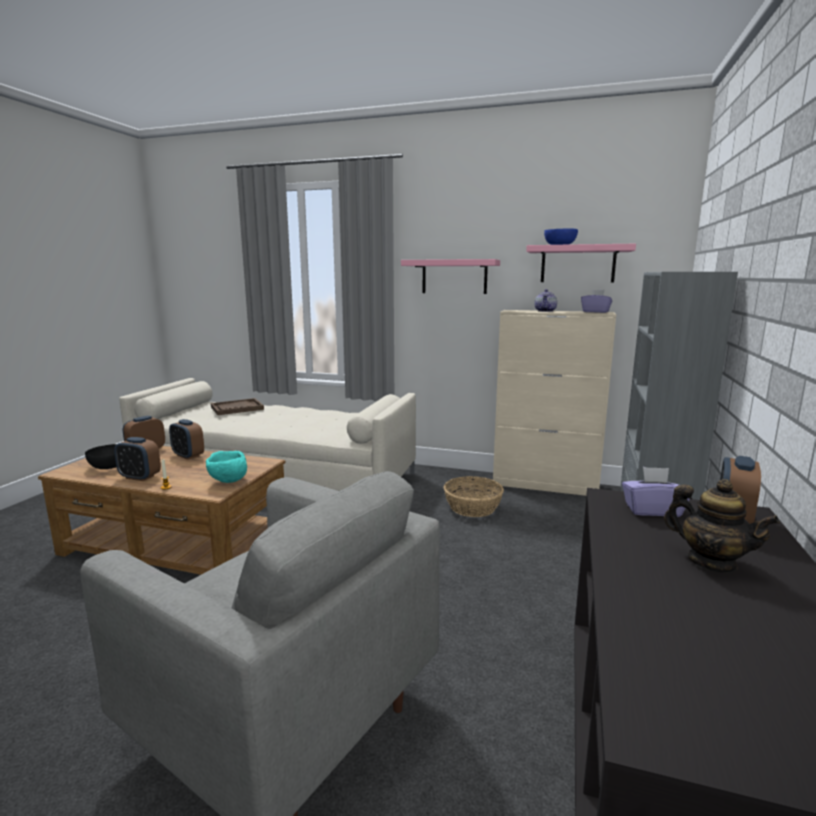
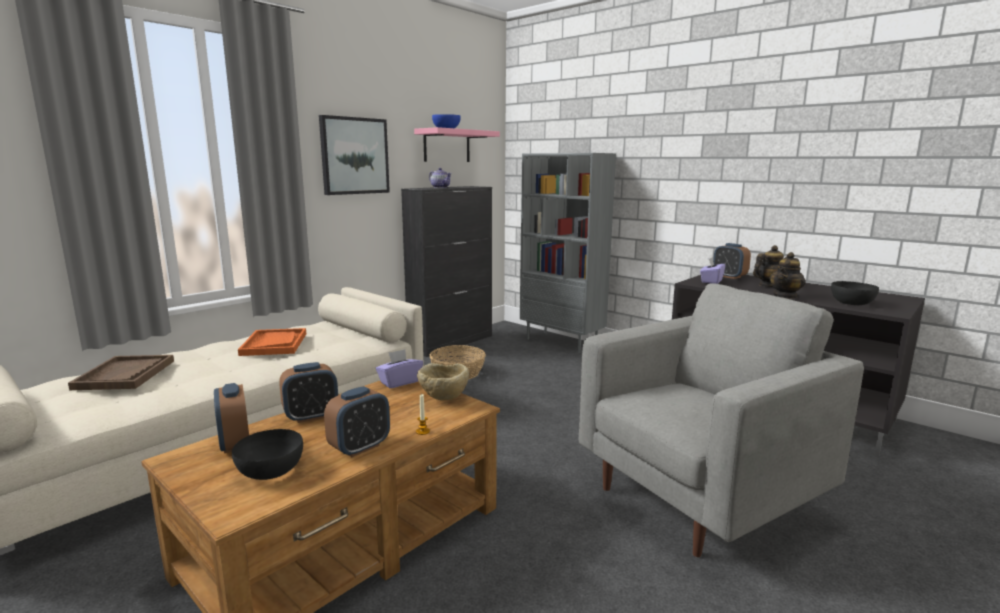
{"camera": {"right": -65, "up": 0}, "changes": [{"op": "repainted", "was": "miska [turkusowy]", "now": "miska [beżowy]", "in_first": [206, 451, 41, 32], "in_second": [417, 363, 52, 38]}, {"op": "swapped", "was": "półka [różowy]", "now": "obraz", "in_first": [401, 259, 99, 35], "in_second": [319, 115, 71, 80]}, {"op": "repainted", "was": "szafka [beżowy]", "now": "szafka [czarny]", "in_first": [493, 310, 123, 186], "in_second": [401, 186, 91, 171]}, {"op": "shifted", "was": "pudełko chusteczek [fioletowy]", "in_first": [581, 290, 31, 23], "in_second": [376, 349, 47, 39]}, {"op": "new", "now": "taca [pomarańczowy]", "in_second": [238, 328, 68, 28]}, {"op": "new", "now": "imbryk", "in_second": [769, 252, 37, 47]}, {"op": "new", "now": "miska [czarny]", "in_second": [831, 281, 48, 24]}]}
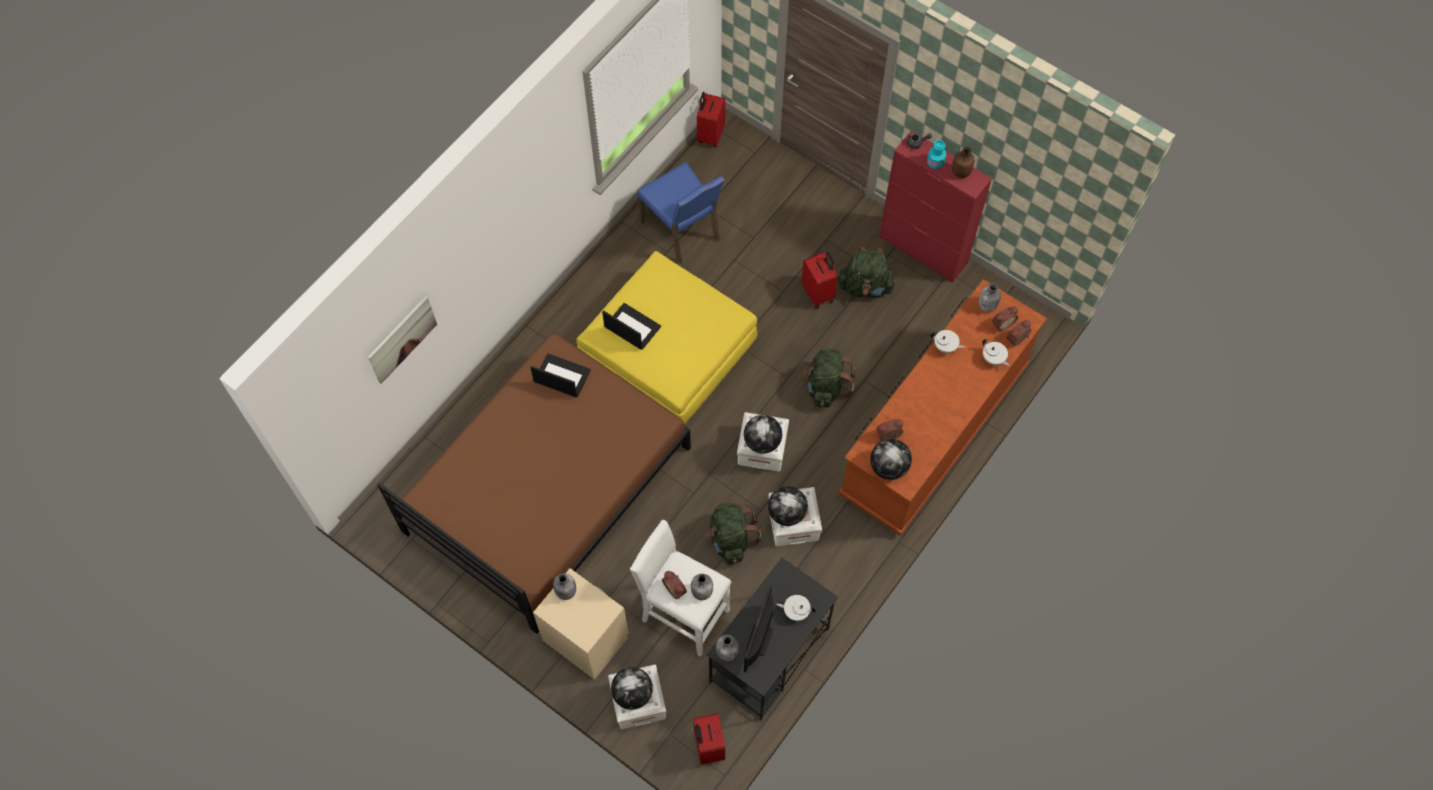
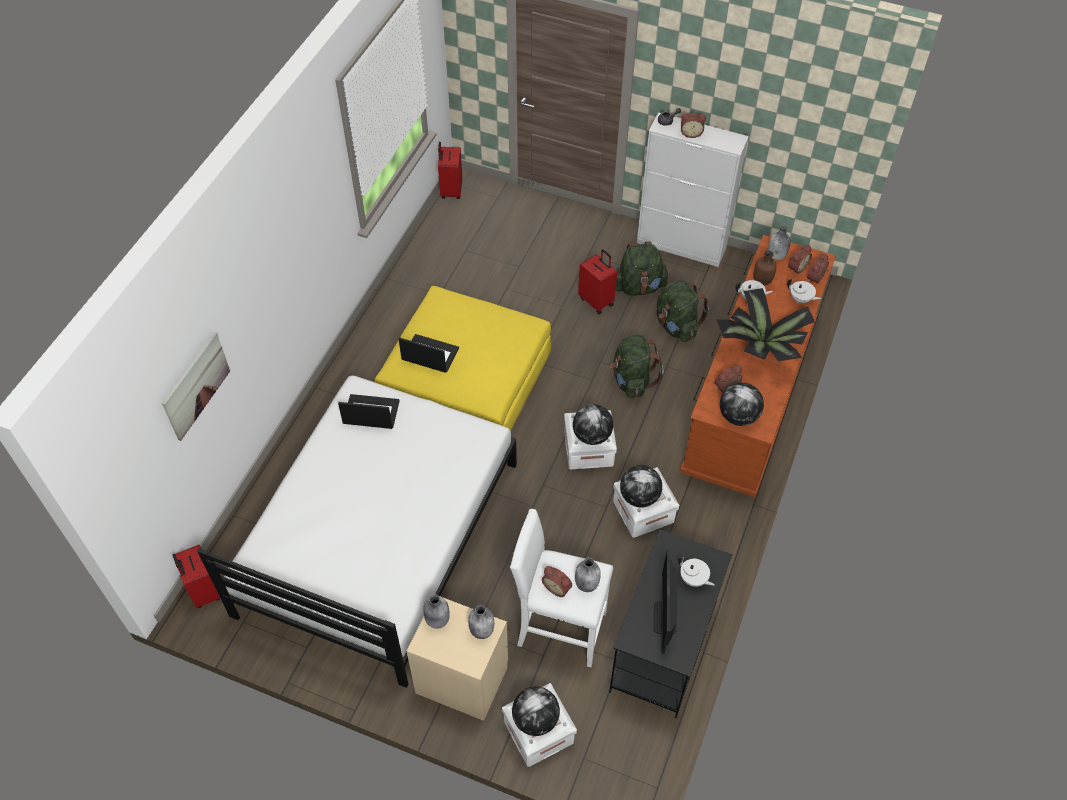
{"camera": {"right": -15, "up": -10}, "changes": [{"op": "repainted", "was": "łóżko [brązowy]", "now": "łóżko [biały]", "in_first": [377, 333, 314, 301], "in_second": [197, 375, 320, 313]}, {"op": "gone", "was": "krzesło [niebieski]", "in_first": [637, 162, 88, 102]}, {"op": "shifted", "was": "walizka [czerwony]", "in_first": [693, 713, 32, 51], "in_second": [173, 545, 48, 63]}, {"op": "shifted", "was": "plecak [zielony]", "in_first": [706, 503, 56, 62], "in_second": [657, 280, 52, 62]}, {"op": "shifted", "was": "butelka [szary]", "in_first": [716, 635, 23, 27], "in_second": [468, 605, 26, 34]}, {"op": "rotated", "was": "imbryk [biały]", "in_first": [776, 595, 40, 26], "in_second": [678, 557, 37, 30], "clockwise": -135}, {"op": "repainted", "was": "szafka [czerwony]", "now": "szafka [biały]", "in_first": [879, 130, 113, 153], "in_second": [637, 112, 112, 155]}, {"op": "swapped", "was": "butelka [turkusowy]", "now": "budzik", "in_first": [927, 140, 19, 29], "in_second": [681, 113, 25, 25]}, {"op": "shifted", "was": "butelka [brązowy]", "in_first": [952, 147, 22, 31], "in_second": [753, 251, 24, 34]}, {"op": "new", "now": "roślina doniczkowa", "in_second": [717, 288, 98, 74]}]}
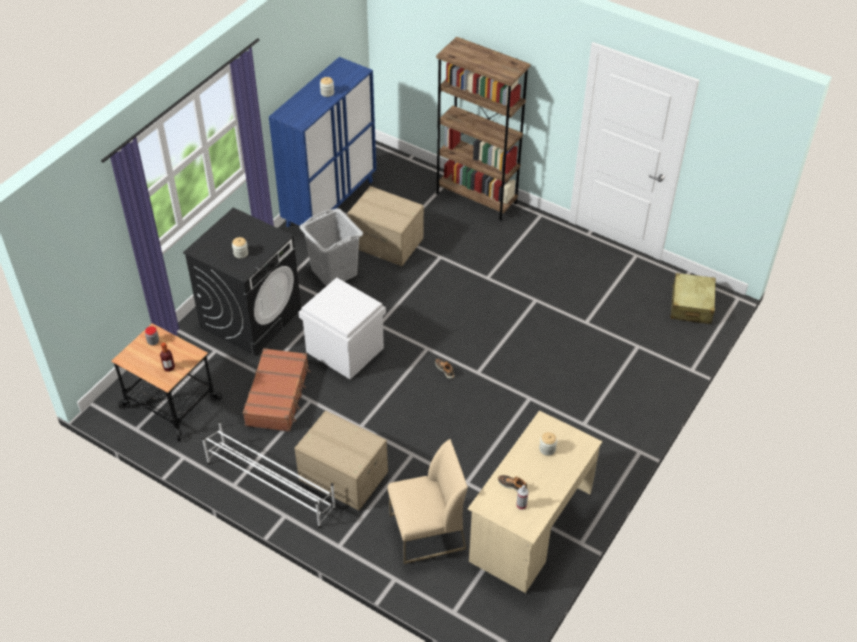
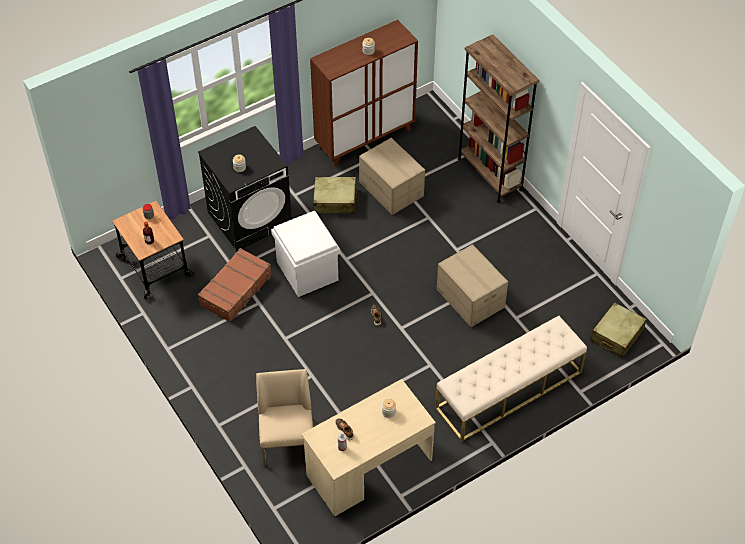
{"camera": {"right": 25, "up": 5}, "changes": [{"op": "gone", "was": "regał na buty [biały]", "in_first": [202, 421, 134, 107]}, {"op": "repainted", "was": "szafka [niebieski]", "now": "szafka [brązowy]", "in_first": [269, 57, 107, 170], "in_second": [310, 20, 108, 147]}, {"op": "shifted", "was": "karton", "in_first": [295, 411, 93, 99], "in_second": [437, 244, 71, 83]}, {"op": "swapped", "was": "kosz na pranie [szary]", "now": "walizka [beżowy]", "in_first": [299, 208, 64, 78], "in_second": [313, 177, 46, 37]}, {"op": "rotated", "was": "krzesło [beżowy]", "in_first": [388, 439, 80, 125], "in_second": [256, 369, 57, 97], "clockwise": -105}, {"op": "new", "now": "ławka [beżowy]", "in_second": [435, 316, 152, 126]}]}
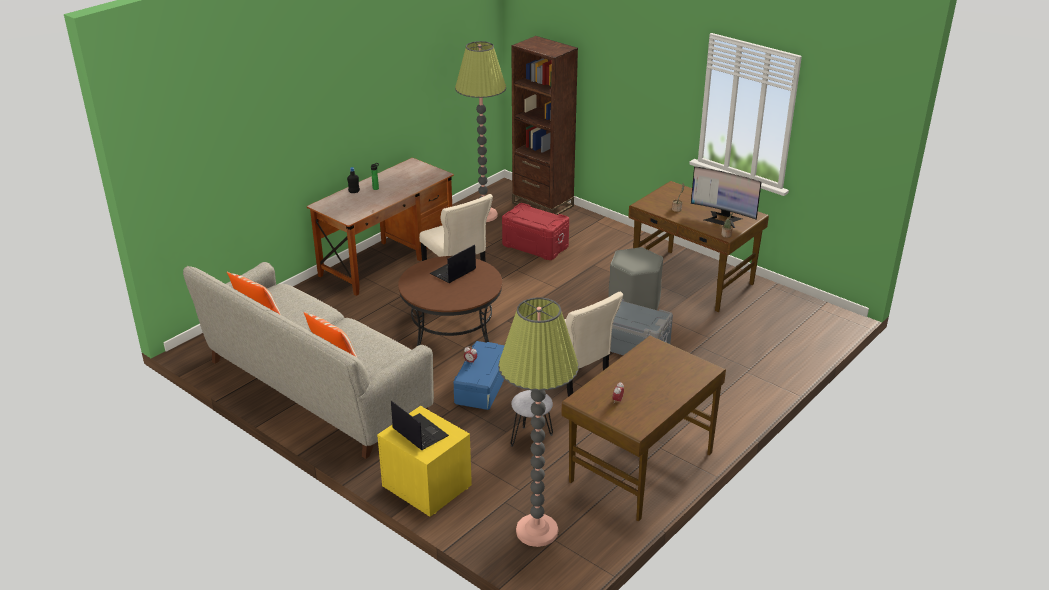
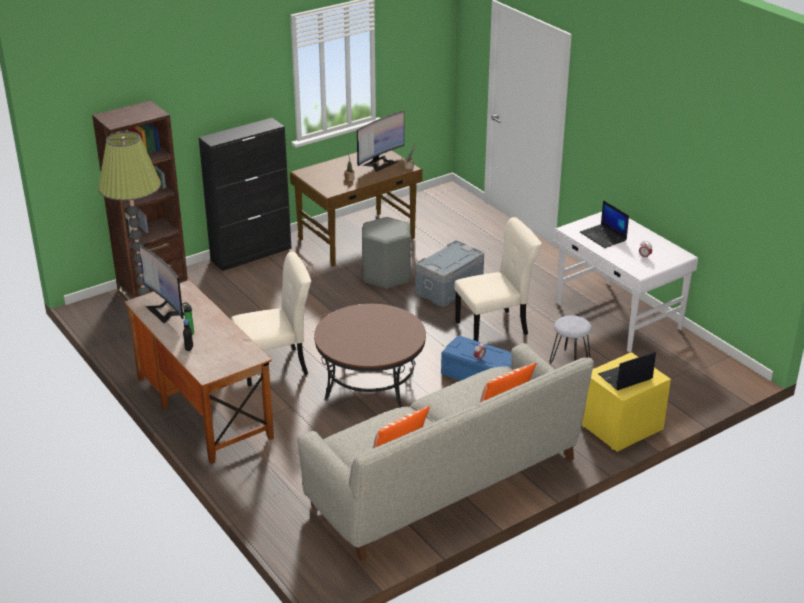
{"camera": {"right": -75, "up": 0}, "changes": [{"op": "shifted", "was": "laptop", "in_first": [429, 245, 47, 38], "in_second": [580, 200, 49, 48]}, {"op": "gone", "was": "lampa stojąca", "in_first": [498, 297, 81, 250]}, {"op": "gone", "was": "pojemnik do przechowywania [czerwony]", "in_first": [502, 203, 67, 57]}, {"op": "repainted", "was": "biurko [brązowy]", "now": "biurko [biały]", "in_first": [561, 336, 165, 186], "in_second": [554, 212, 144, 141]}, {"op": "new", "now": "monitor", "in_second": [139, 245, 45, 78]}, {"op": "new", "now": "szafka [czarny]", "in_second": [199, 118, 93, 153]}]}
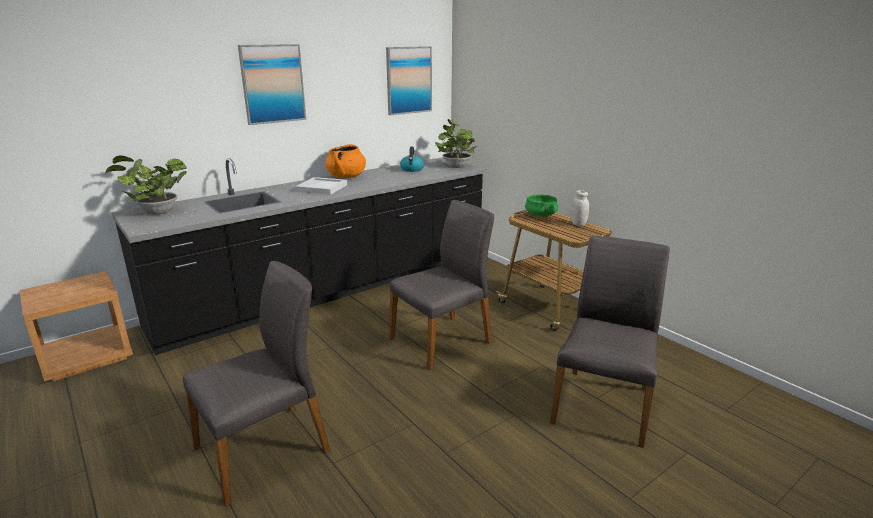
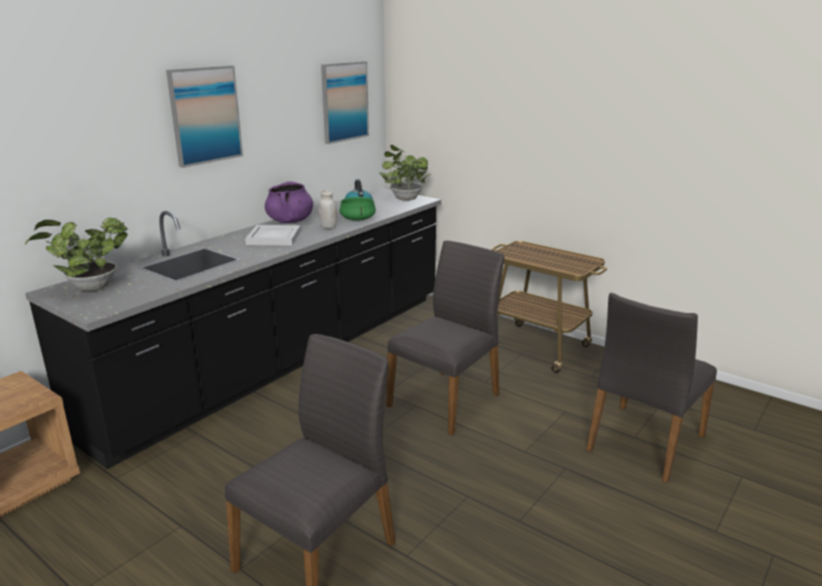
{"camera": {"right": -15, "up": 0}, "changes": [{"op": "repainted", "was": "garnek [pomarańczowy]", "now": "garnek [fioletowy]", "in_first": [325, 144, 41, 34], "in_second": [265, 181, 48, 42]}, {"op": "shifted", "was": "garnek [zielony]", "in_first": [525, 194, 33, 22], "in_second": [339, 197, 37, 24]}, {"op": "rotated", "was": "krzesło [szary]", "in_first": [550, 236, 120, 212], "in_second": [586, 293, 131, 190], "clockwise": -150}, {"op": "shifted", "was": "słoik [biały]", "in_first": [571, 190, 18, 36], "in_second": [318, 190, 19, 39]}]}
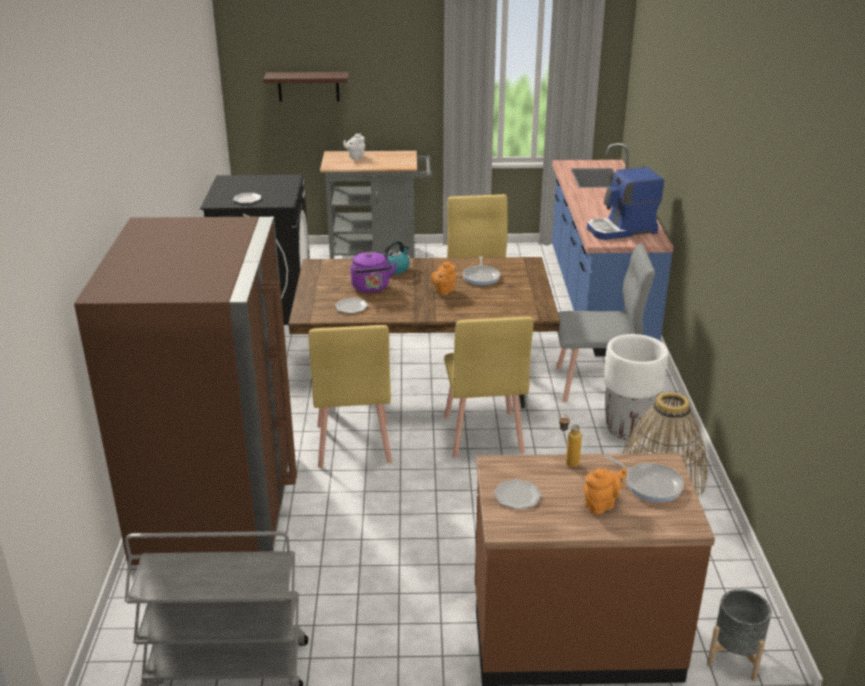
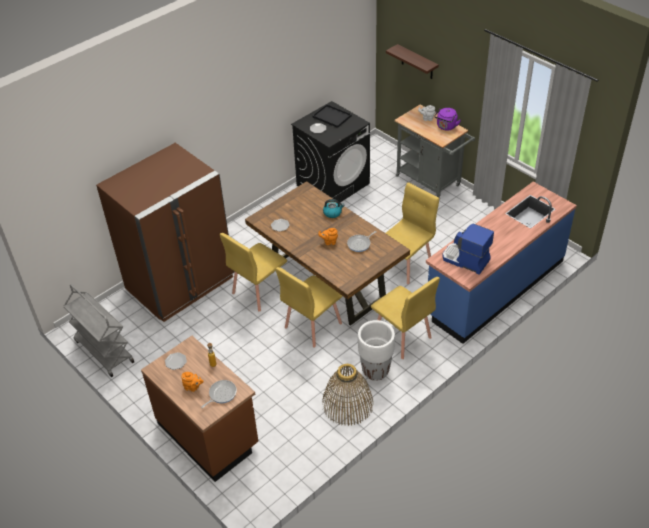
{"camera": {"right": 50, "up": 15}, "changes": [{"op": "shifted", "was": "czajnik [fioletowy]", "in_first": [351, 252, 46, 41], "in_second": [434, 108, 27, 23]}, {"op": "repainted", "was": "krzesło [szary]", "now": "krzesło [żółty]", "in_first": [556, 244, 99, 158], "in_second": [371, 277, 69, 82]}, {"op": "rotated", "was": "patelnia", "in_first": [605, 456, 79, 46], "in_second": [201, 380, 36, 28], "clockwise": -135}, {"op": "gone", "was": "donica [szary]", "in_first": [707, 589, 65, 92]}, {"op": "new", "now": "taca [czarny]", "in_second": [312, 104, 40, 24]}]}
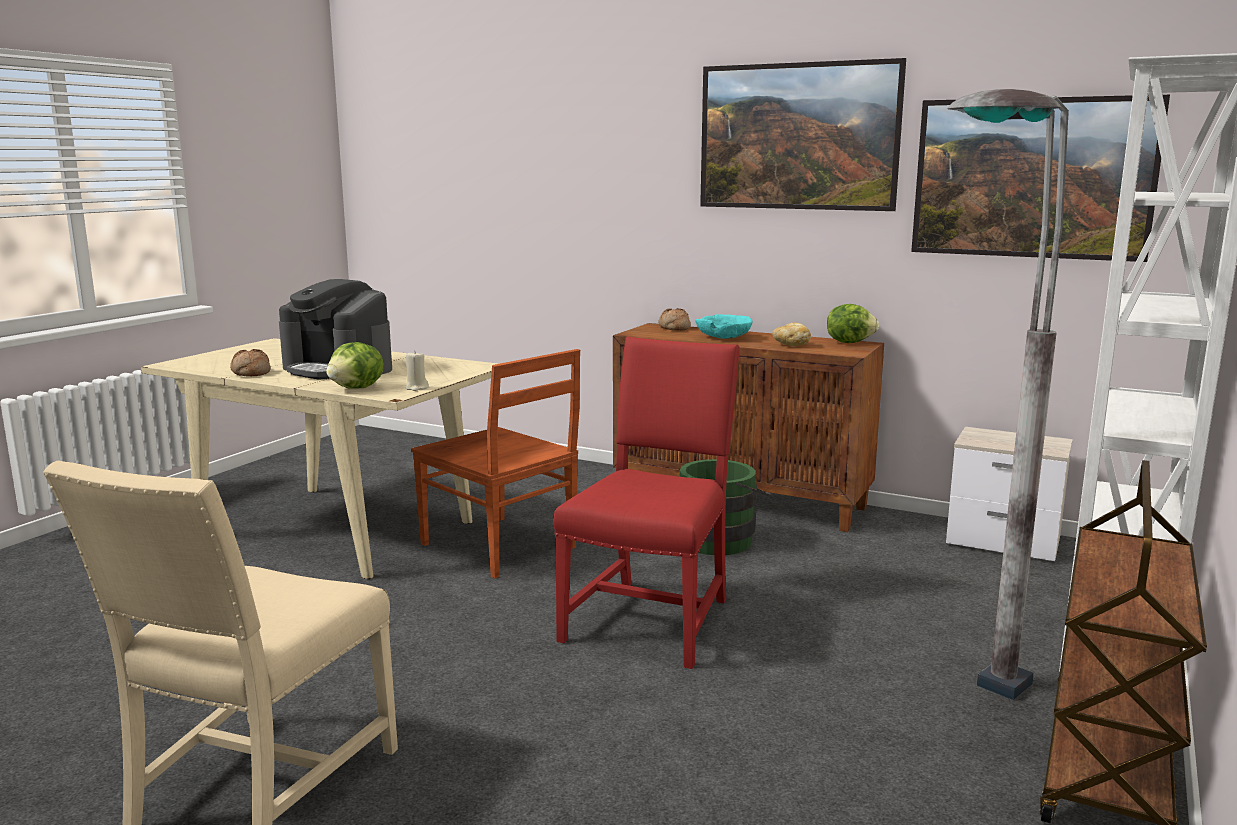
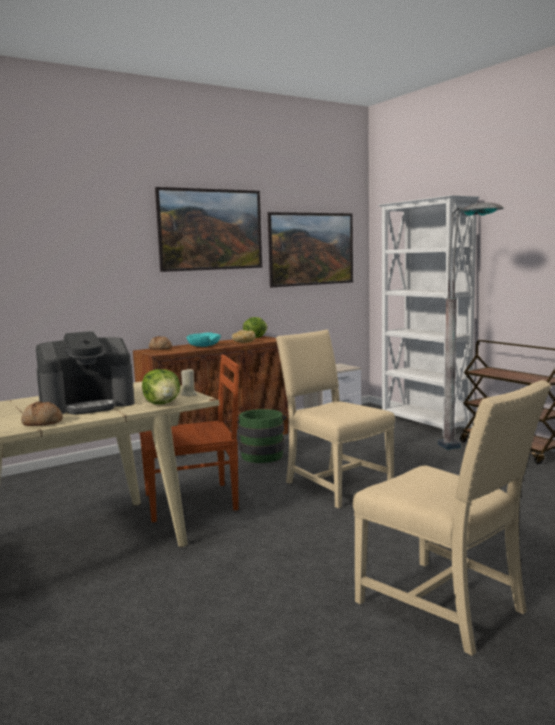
{"camera": {"right": -60, "up": -5}, "changes": [{"op": "repainted", "was": "krzesło [czerwony]", "now": "krzesło [beżowy]", "in_first": [553, 337, 187, 332], "in_second": [276, 330, 119, 178]}]}
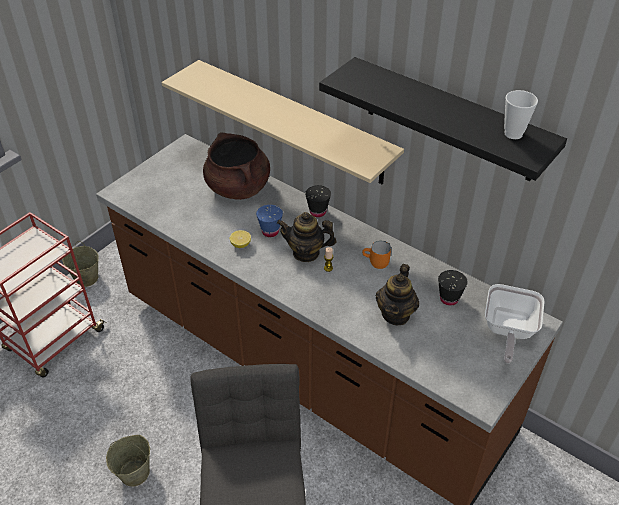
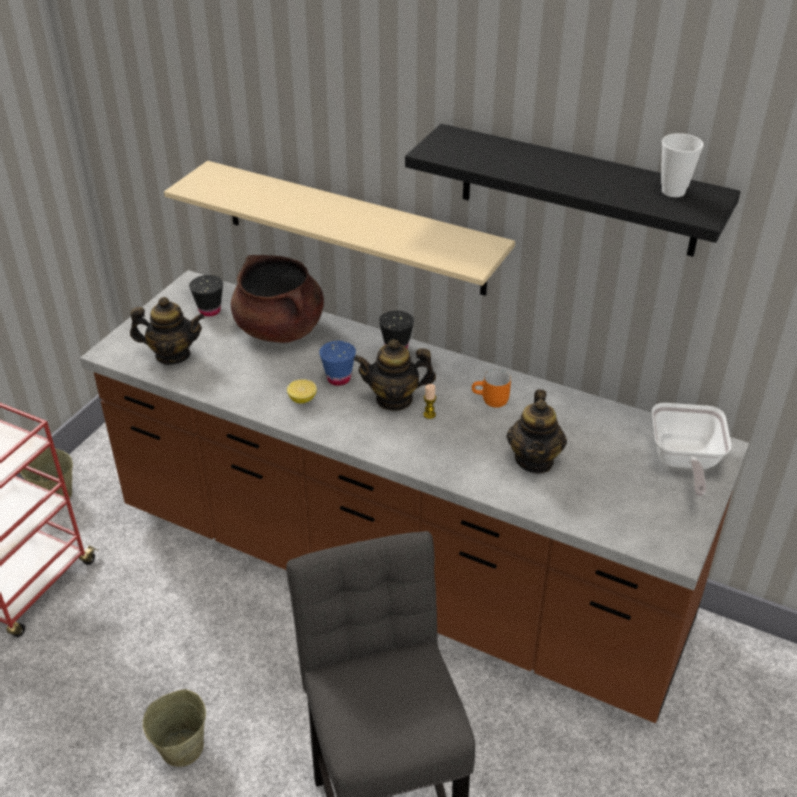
{"camera": {"right": -10, "up": -5}, "changes": [{"op": "shifted", "was": "filiżanka [czarny]", "in_first": [438, 270, 30, 36], "in_second": [189, 275, 34, 42]}, {"op": "new", "now": "imbryk", "in_second": [130, 297, 75, 68]}]}
